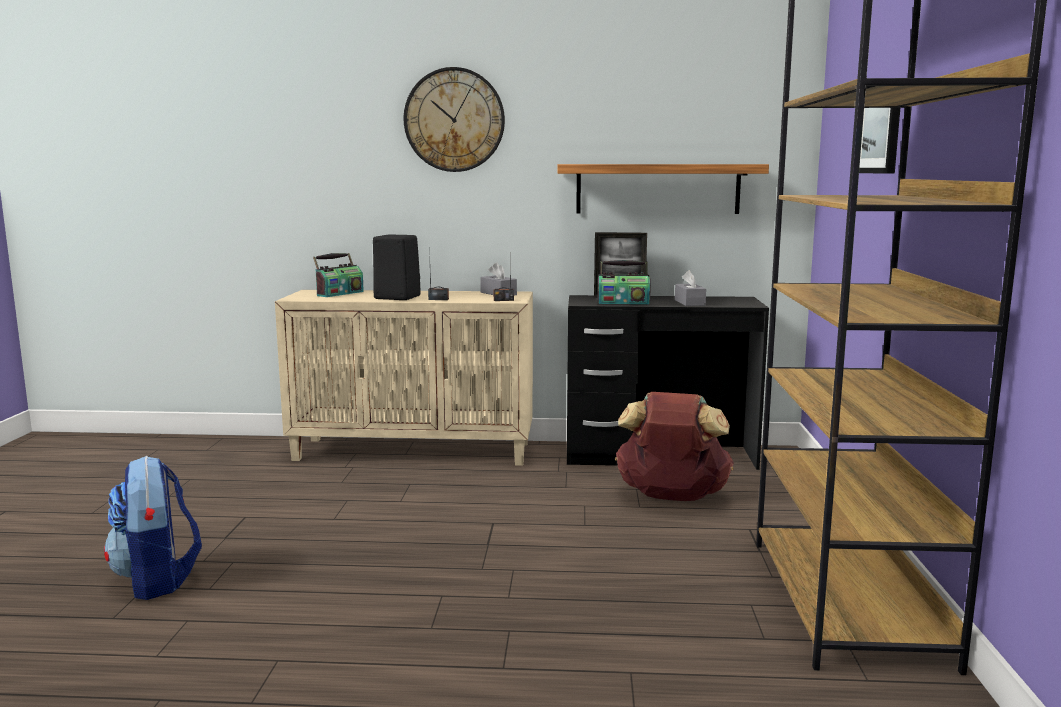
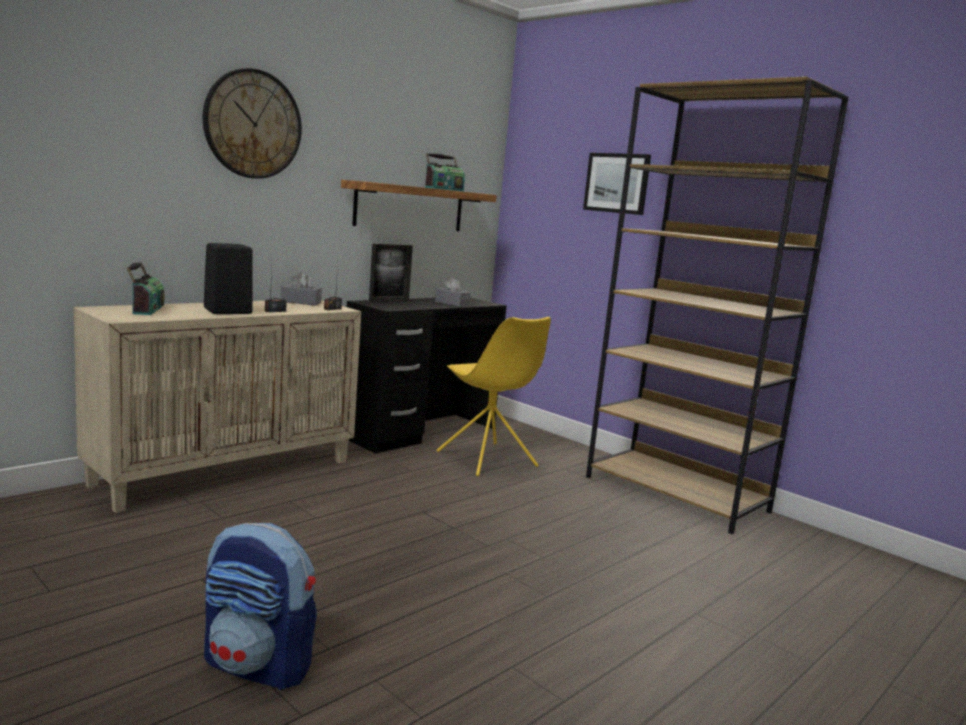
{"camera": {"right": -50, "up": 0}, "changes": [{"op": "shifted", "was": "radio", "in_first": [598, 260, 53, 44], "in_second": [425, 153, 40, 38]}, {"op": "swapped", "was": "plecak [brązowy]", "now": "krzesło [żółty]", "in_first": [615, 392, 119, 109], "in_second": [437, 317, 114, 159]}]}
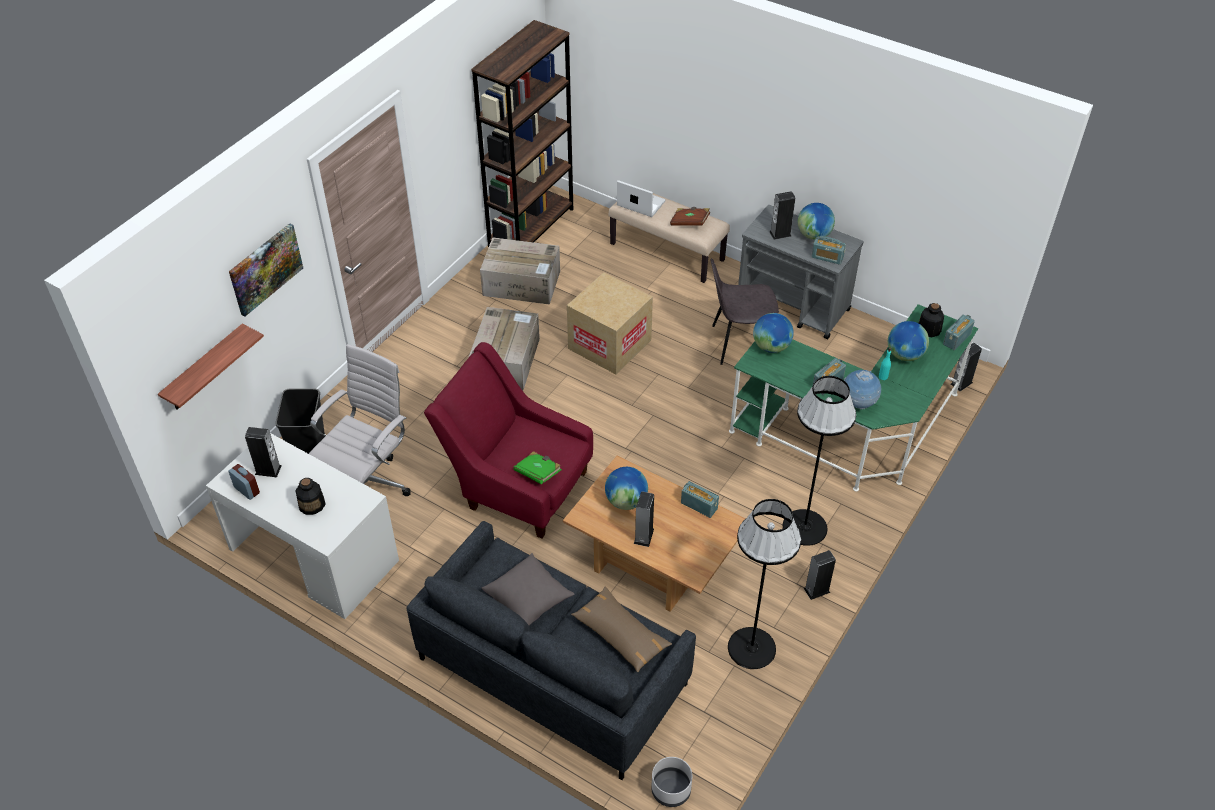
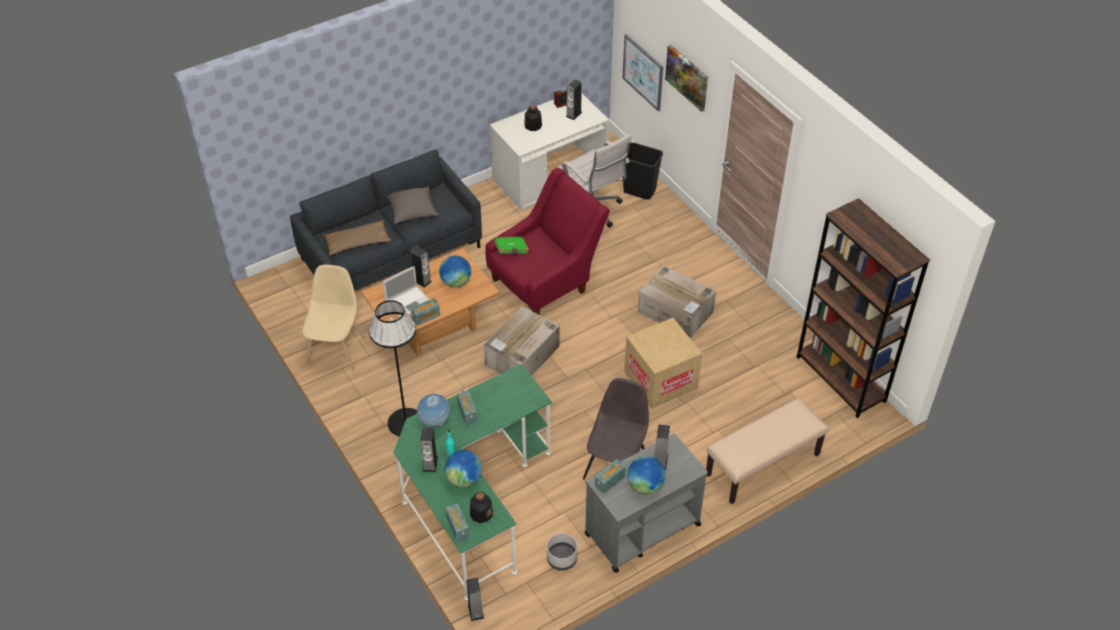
{"camera": {"right": 115, "up": 0}, "changes": [{"op": "swapped", "was": "półka", "now": "obraz", "in_first": [158, 324, 106, 86], "in_second": [622, 34, 41, 77]}, {"op": "shifted", "was": "karton", "in_first": [480, 237, 80, 68], "in_second": [483, 306, 76, 70]}, {"op": "shifted", "was": "laptop", "in_first": [617, 180, 49, 37], "in_second": [382, 266, 47, 52]}, {"op": "shifted", "was": "donica [szary]", "in_first": [651, 757, 41, 50], "in_second": [547, 533, 30, 38]}, {"op": "gone", "was": "książka [brązowy]", "in_first": [670, 207, 40, 19]}, {"op": "swapped", "was": "lampa stojąca [czarny]", "now": "krzesło [beżowy]", "in_first": [728, 499, 73, 170], "in_second": [302, 265, 63, 106]}, {"op": "gone", "was": "globus", "in_first": [753, 313, 41, 40]}, {"op": "shifted", "was": "głośnik", "in_first": [803, 550, 33, 50], "in_second": [420, 427, 18, 45]}]}
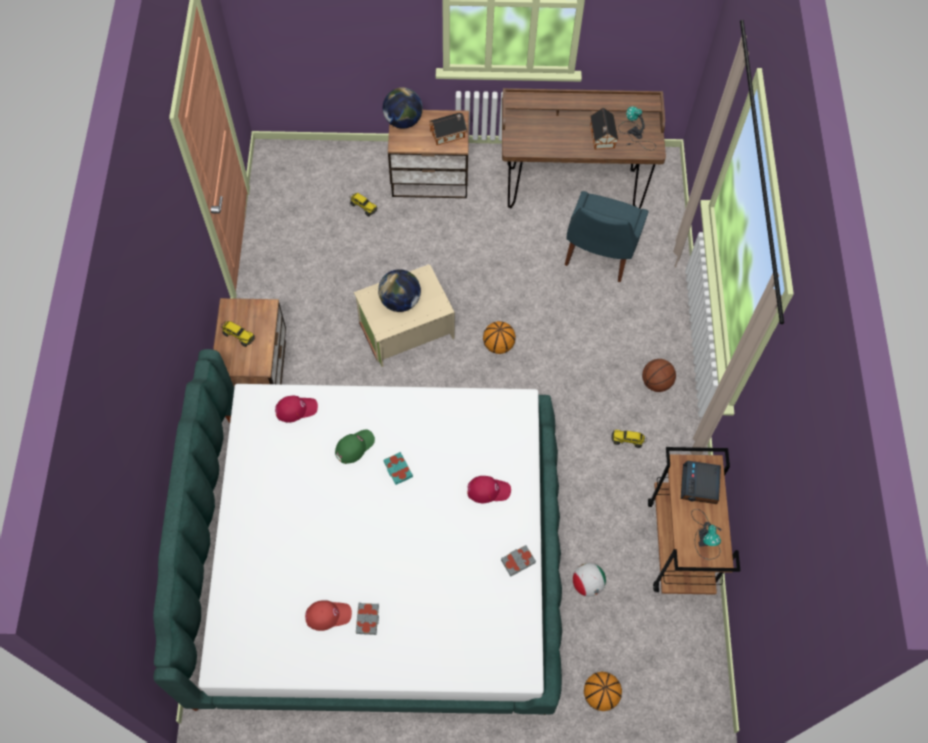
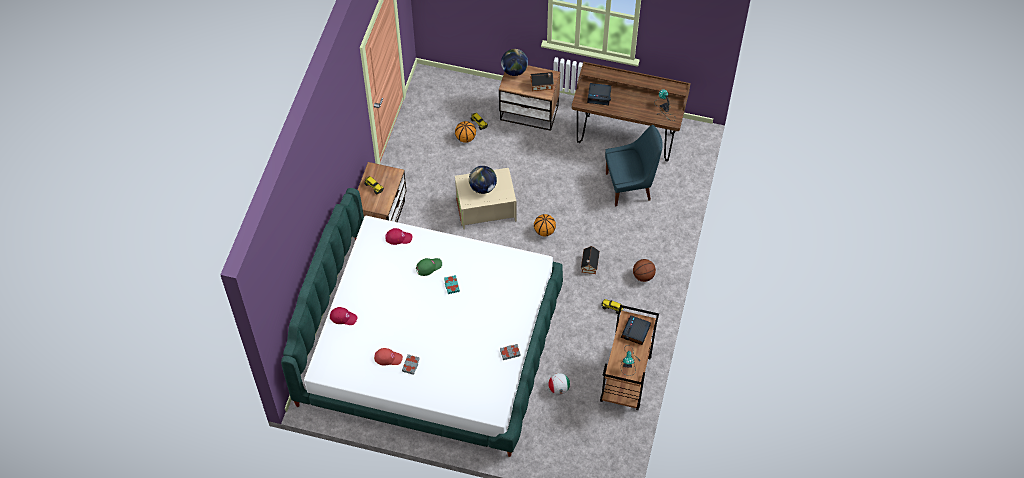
{"camera": {"right": 15, "up": -5}, "changes": [{"op": "shifted", "was": "czapka z daszkiem [czerwony]", "in_first": [467, 476, 44, 27], "in_second": [330, 307, 27, 18]}, {"op": "rotated", "was": "krzesło [niebieski]", "in_first": [565, 191, 84, 91], "in_second": [605, 125, 58, 81], "clockwise": -135}, {"op": "shifted", "was": "piłka do koszykówki", "in_first": [584, 672, 38, 39], "in_second": [455, 121, 21, 22]}, {"op": "shifted", "was": "domek", "in_first": [590, 108, 28, 42], "in_second": [581, 246, 19, 28]}, {"op": "new", "now": "budzik", "in_second": [587, 83, 25, 22]}]}
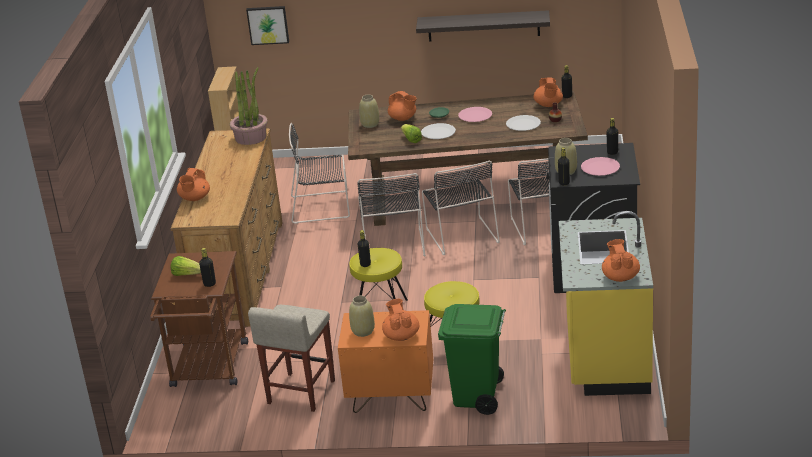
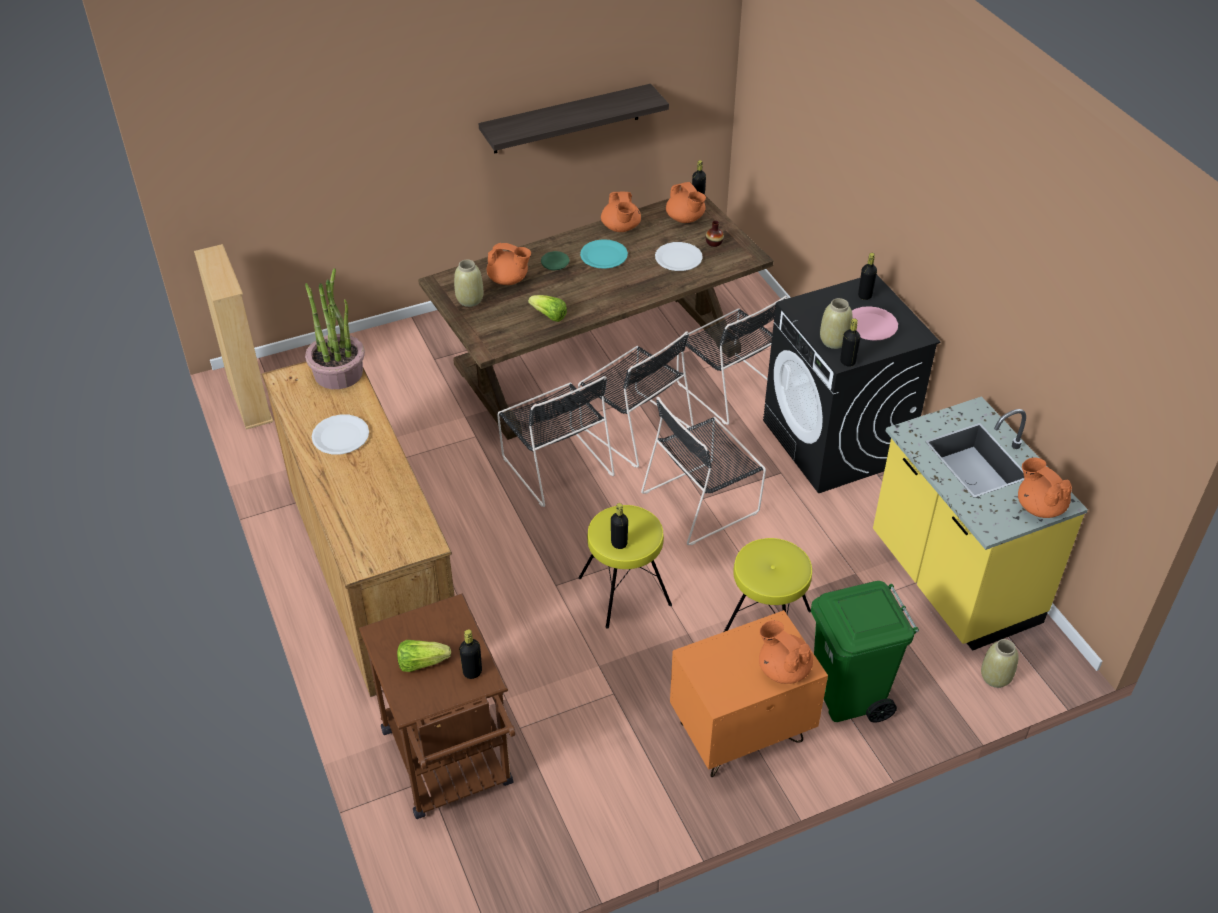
{"camera": {"right": -30, "up": 15}, "changes": [{"op": "shifted", "was": "imbryk [pomarańczowy]", "in_first": [177, 168, 33, 33], "in_second": [601, 191, 40, 41]}, {"op": "gone", "was": "obraz", "in_first": [246, 6, 43, 39]}, {"op": "gone", "was": "stołek [beżowy]", "in_first": [248, 305, 87, 107]}, {"op": "shifted", "was": "krzesło [czarny]", "in_first": [289, 123, 61, 101], "in_second": [641, 397, 125, 149]}, {"op": "shifted", "was": "wazon [beżowy]", "in_first": [349, 296, 26, 41], "in_second": [981, 639, 37, 49]}, {"op": "shifted", "was": "talerz [biały]", "in_first": [421, 123, 35, 16], "in_second": [311, 415, 58, 40]}, {"op": "repainted", "was": "talerz [różowy]", "now": "talerz [turkusowy]", "in_first": [458, 107, 34, 15], "in_second": [580, 239, 48, 30]}]}
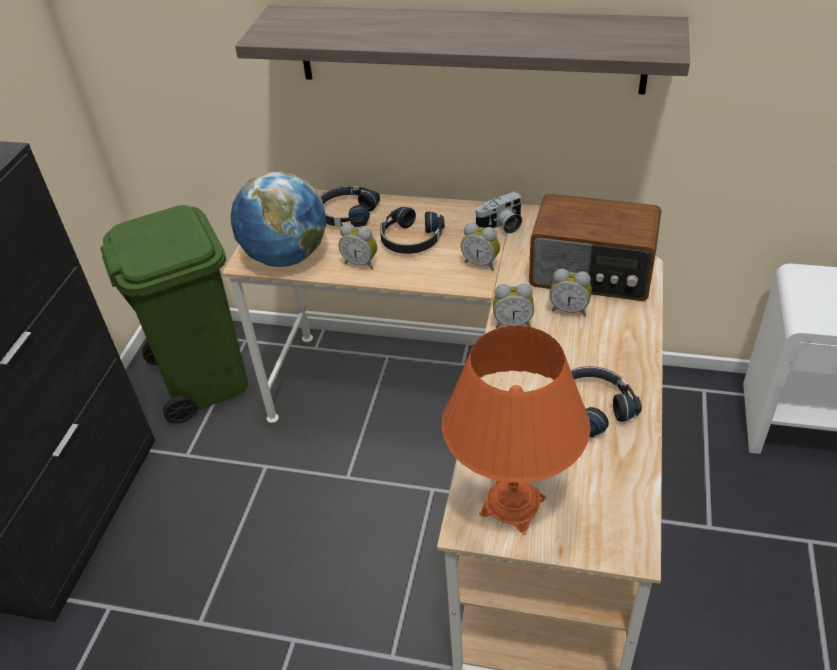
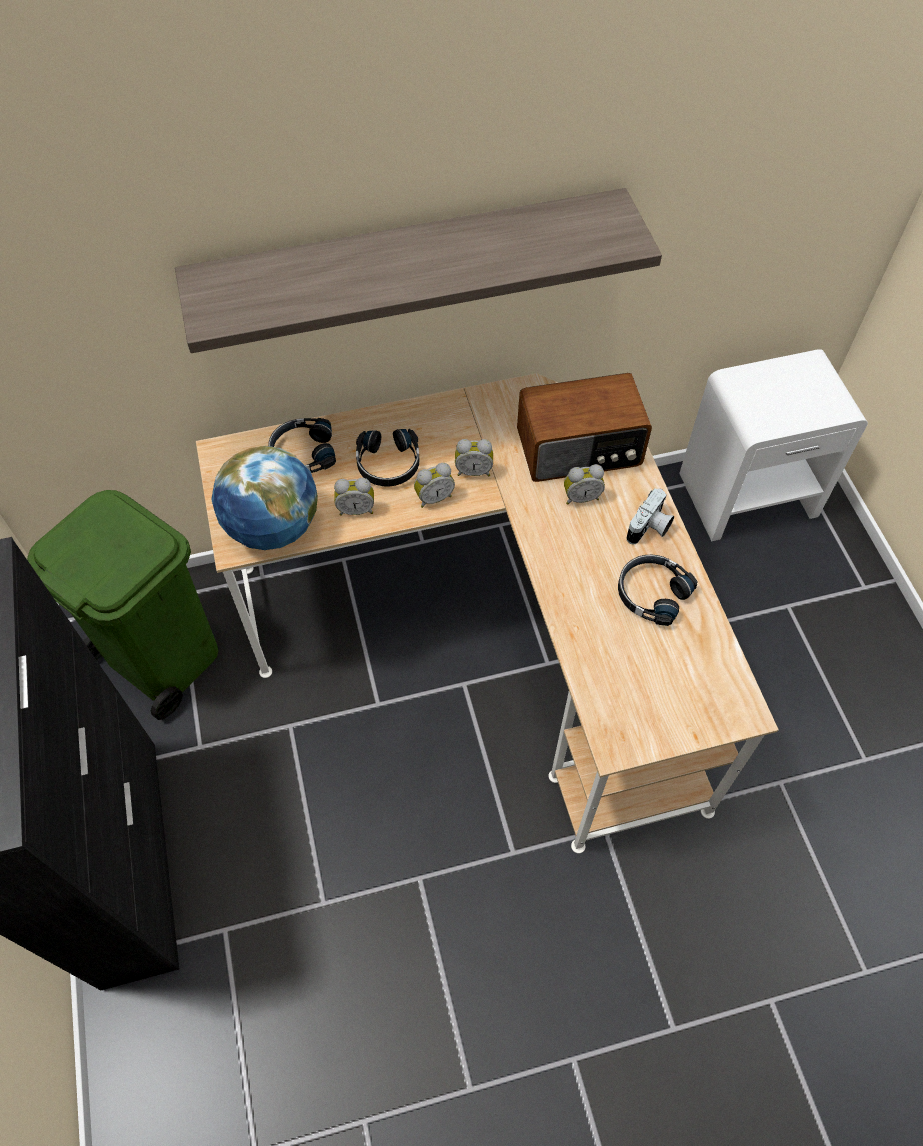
{"camera": {"right": -30, "up": 15}, "changes": [{"op": "gone", "was": "lampa stołowa [pomarańczowy]", "in_first": [442, 326, 148, 209]}, {"op": "shifted", "was": "aparat fotograficzny", "in_first": [475, 192, 47, 42], "in_second": [626, 488, 48, 56]}, {"op": "shifted", "was": "budzik", "in_first": [493, 283, 41, 45], "in_second": [414, 463, 41, 45]}]}
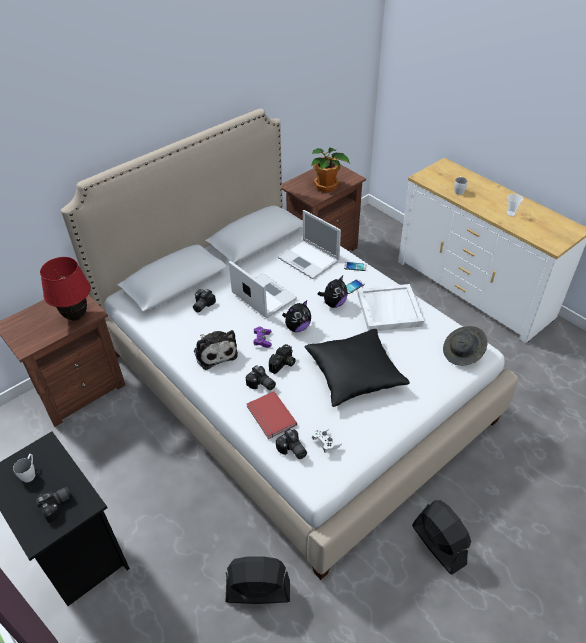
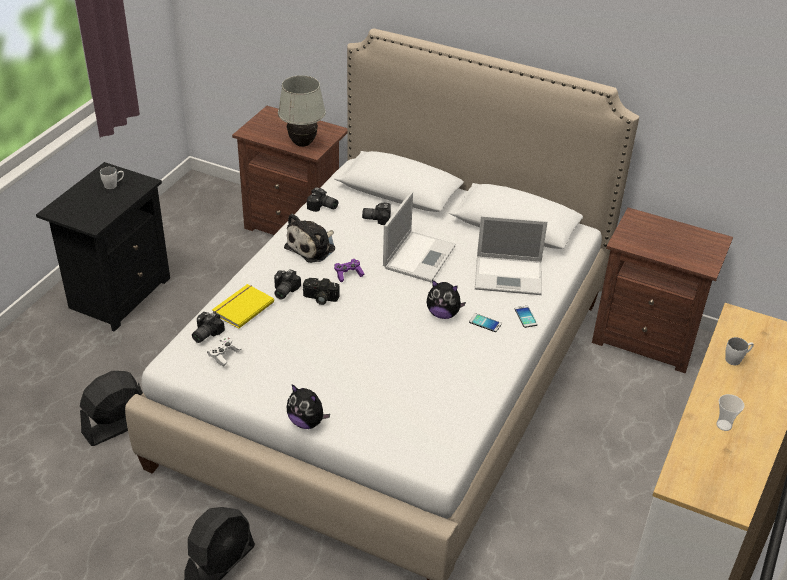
{"camera": {"right": 65, "up": -5}, "changes": [{"op": "shifted", "was": "aparat fotograficzny", "in_first": [35, 487, 37, 36], "in_second": [307, 187, 31, 25]}, {"op": "repainted", "was": "lampa stołowa [czerwony]", "now": "lampa stołowa [biały]", "in_first": [40, 257, 51, 64], "in_second": [278, 75, 48, 72]}, {"op": "rotated", "was": "wentylator [czarny]", "in_first": [226, 556, 64, 48], "in_second": [80, 371, 63, 75], "clockwise": -105}, {"op": "repainted", "was": "książka [czerwony]", "now": "książka [żółty]", "in_first": [247, 391, 50, 48], "in_second": [212, 284, 62, 45]}, {"op": "rotated", "was": "laptop", "in_first": [278, 210, 63, 69], "in_second": [475, 215, 72, 80], "clockwise": -105}, {"op": "shifted", "was": "pluszak", "in_first": [282, 300, 29, 32], "in_second": [287, 384, 43, 45]}, {"op": "gone", "was": "poduszka [czarny]", "in_first": [305, 329, 105, 78]}, {"op": "gone", "was": "roślina doniczkowa", "in_first": [311, 148, 39, 44]}, {"op": "gone", "was": "taca [biały]", "in_first": [357, 284, 67, 47]}, {"op": "gone", "was": "kapelusz [szary]", "in_first": [443, 326, 45, 40]}]}
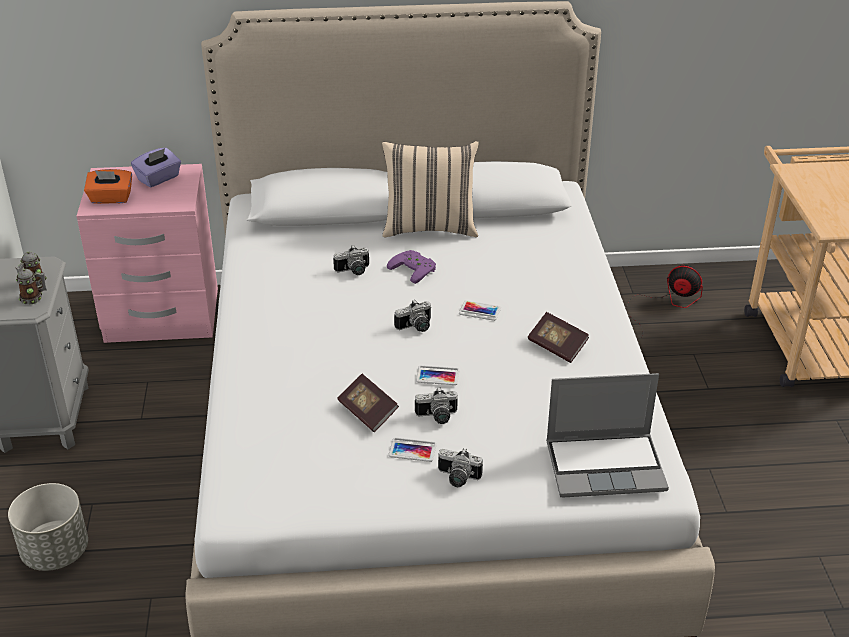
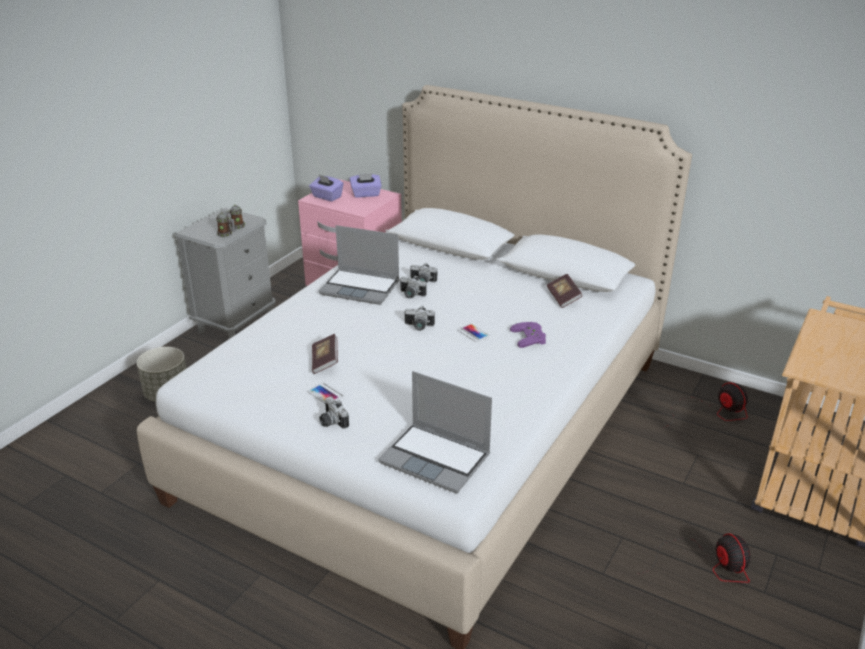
{"camera": {"right": 35, "up": -5}, "changes": [{"op": "repainted", "was": "pudełko chusteczek [pomarańczowy]", "now": "pudełko chusteczek [fioletowy]", "in_first": [84, 169, 48, 35], "in_second": [309, 175, 35, 26]}, {"op": "gone", "was": "poduszka [beżowy]", "in_first": [382, 141, 97, 96]}, {"op": "shifted", "was": "pad do gier [fioletowy]", "in_first": [387, 250, 49, 34], "in_second": [510, 322, 36, 26]}, {"op": "shifted", "was": "aparat fotograficzny", "in_first": [415, 387, 43, 37], "in_second": [400, 275, 27, 23]}, {"op": "gone", "was": "telefon", "in_first": [416, 365, 43, 20]}, {"op": "shifted", "was": "książka", "in_first": [528, 312, 61, 51], "in_second": [547, 274, 36, 34]}, {"op": "new", "now": "laptop", "in_second": [319, 225, 81, 80]}, {"op": "new", "now": "wentylator", "in_second": [638, 533, 113, 50]}]}
